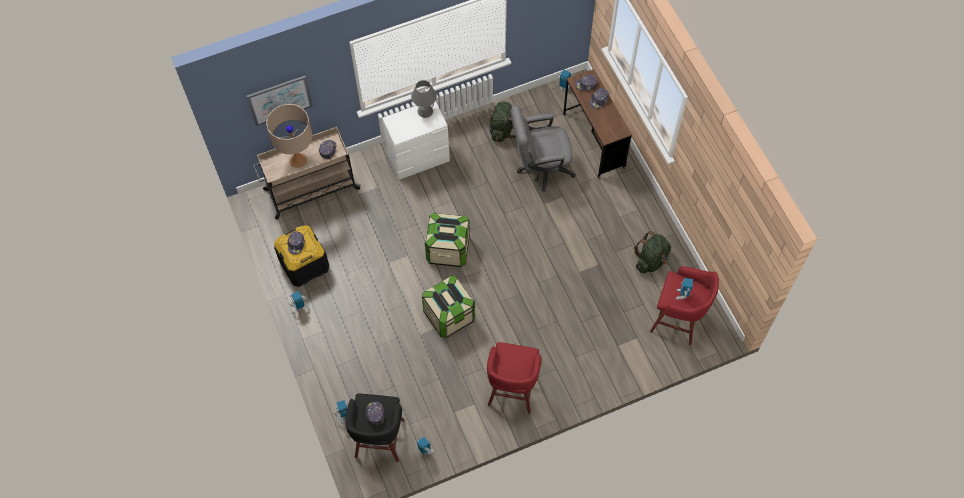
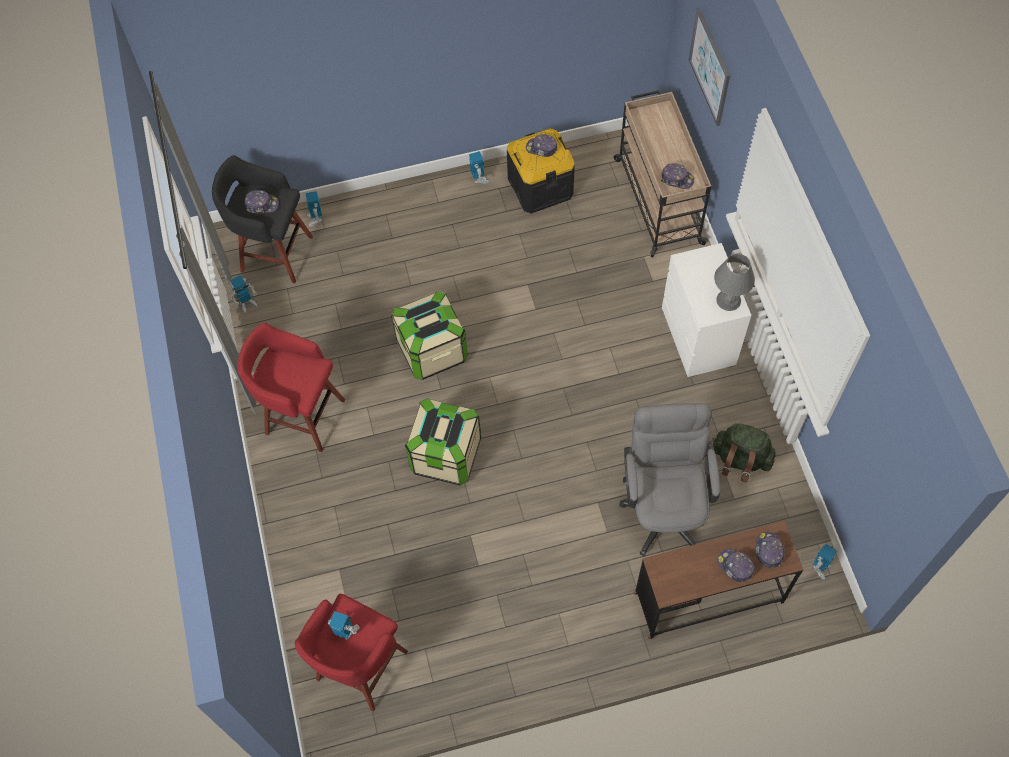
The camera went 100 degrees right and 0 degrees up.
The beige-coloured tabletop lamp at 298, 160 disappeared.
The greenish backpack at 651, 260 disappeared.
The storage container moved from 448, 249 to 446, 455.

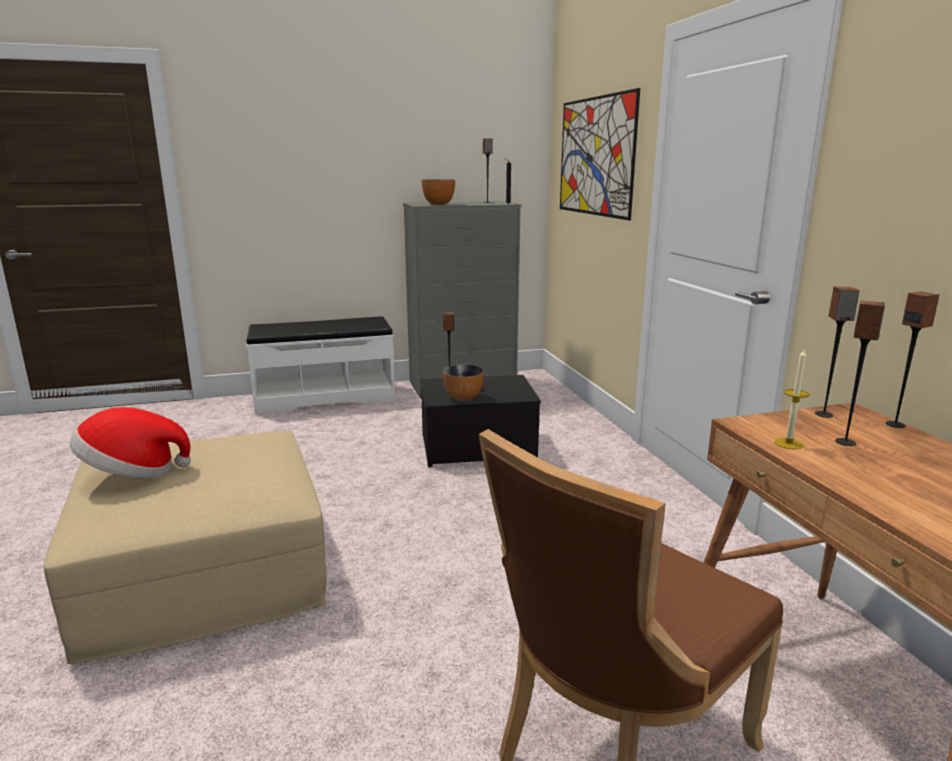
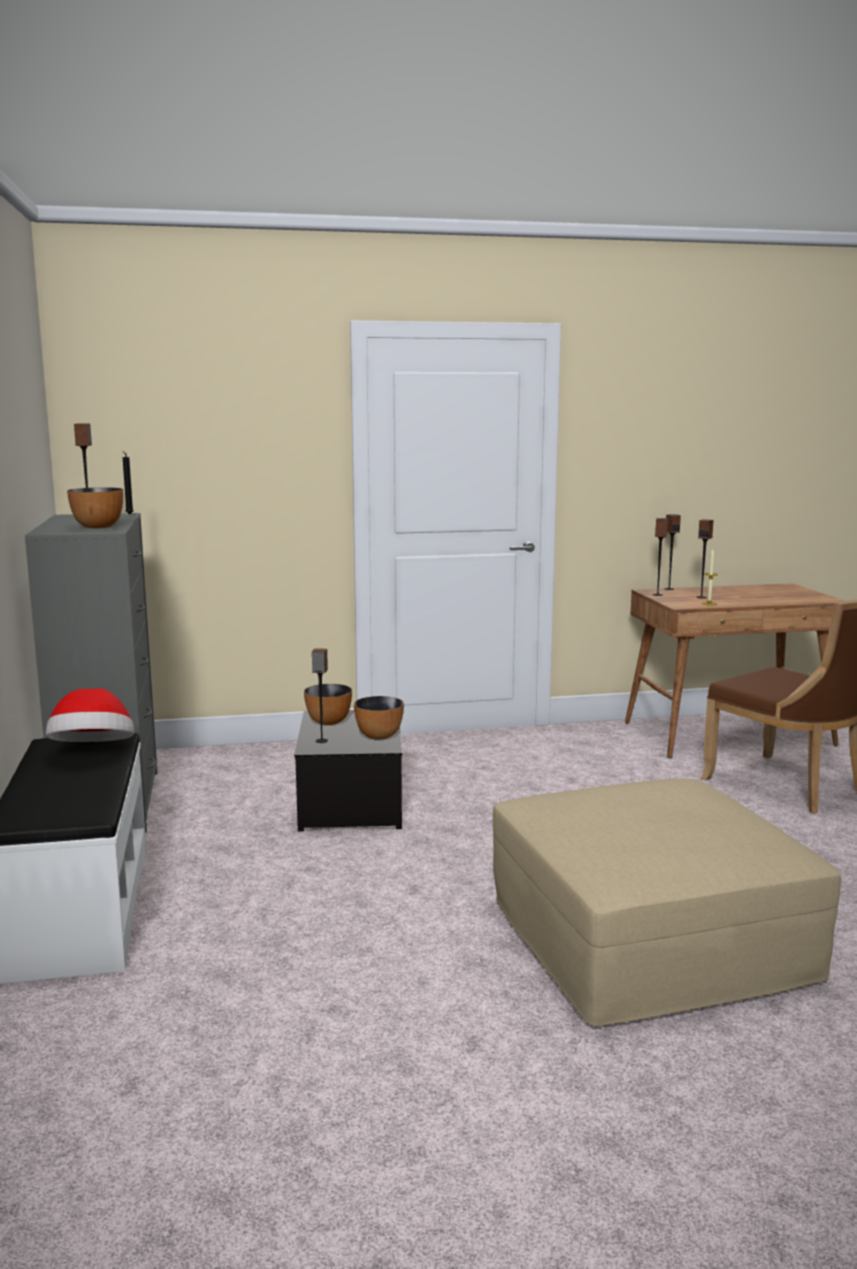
The camera went 85 degrees left and 5 degrees down.
The wall art at 595, 156 disappeared.
The serving bowl at 329, 722 appeared.
The wearable hat moved from 132, 473 to 93, 753.

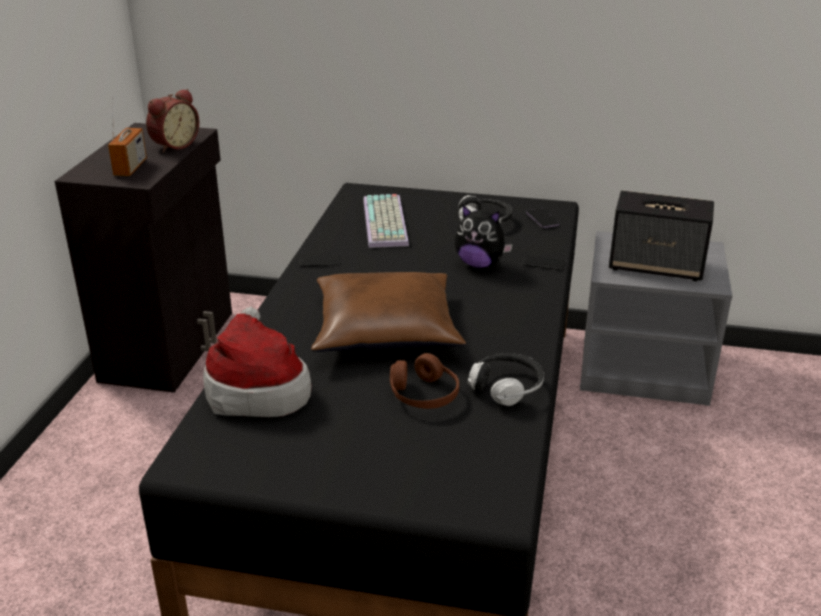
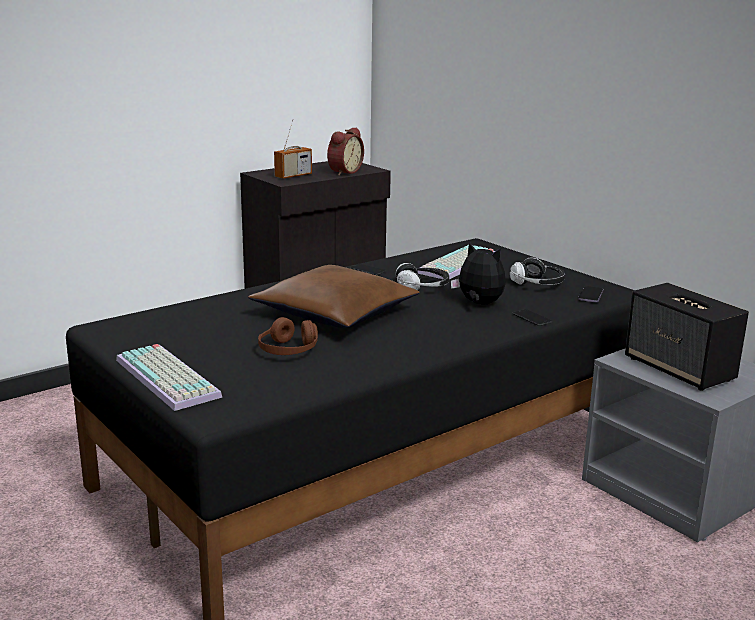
The camera went 40 degrees right and 10 degrees down.
The wearable hat at 256, 388 disappeared.
The keyboard at 170, 378 appeared.
The headphones moved from 507, 388 to 422, 287.
The alarm clock at 174, 145 turned 45 degrees counterclockwise.
The soft toy at 480, 264 turned 150 degrees clockwise.

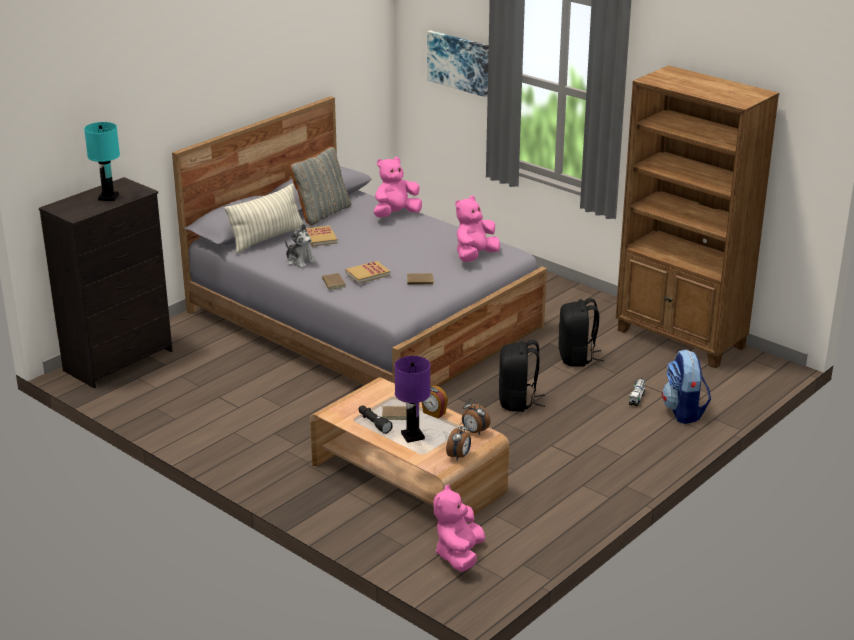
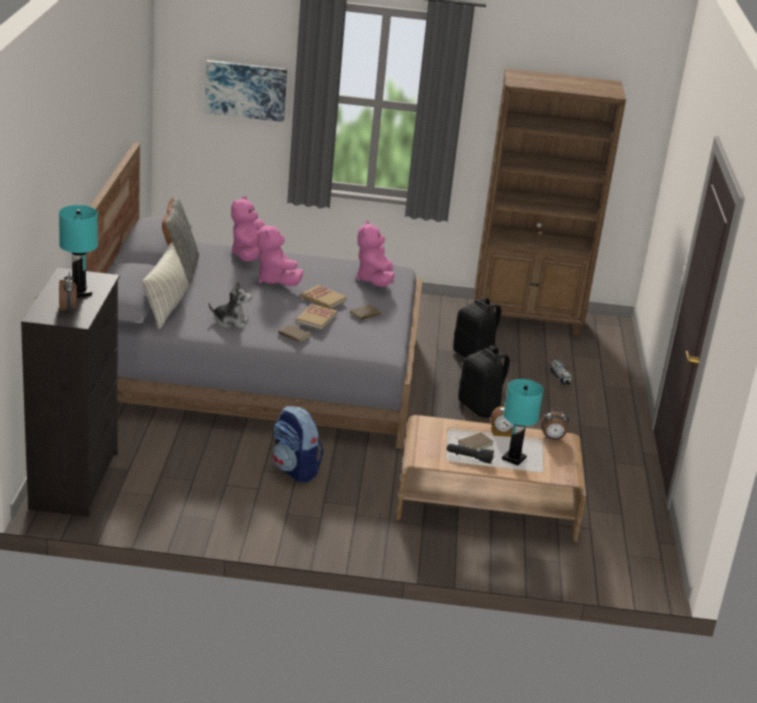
The camera went 40 degrees left and 0 degrees up.
The book moved from 320, 238 to 323, 299.
The pink soft toy moved from 459, 555 to 276, 281.
The alarm clock moved from 459, 456 to 68, 309.
The backpack moved from 684, 412 to 295, 470.
The purple-coloured tabletop lamp at 412, 436 became the turquoise tabletop lamp at 514, 458.

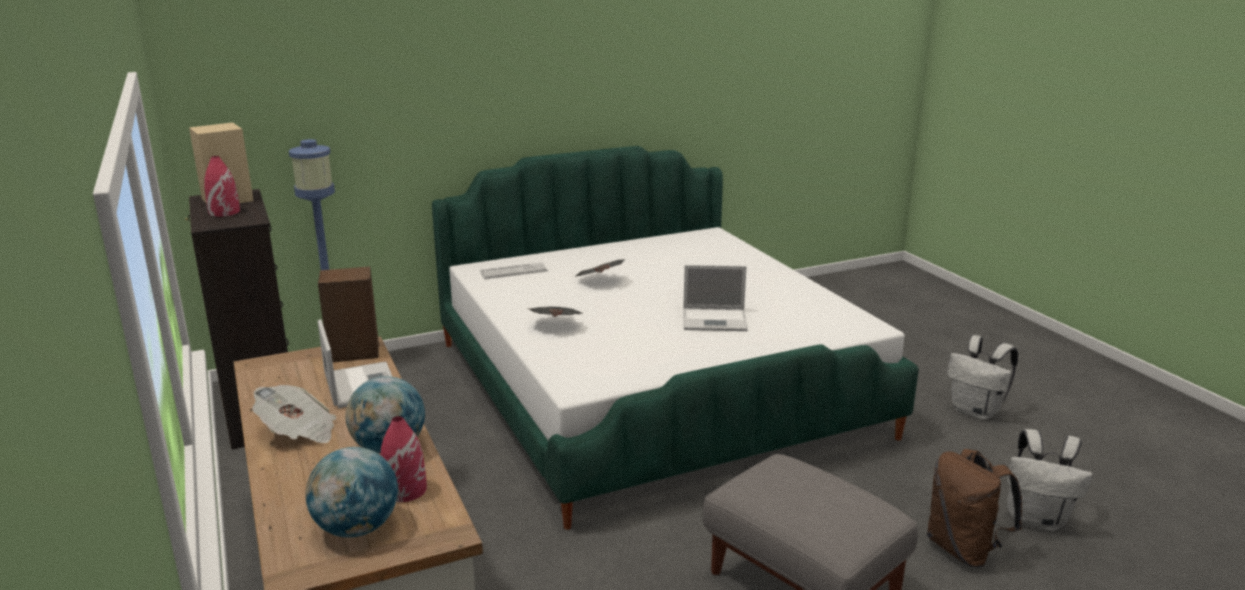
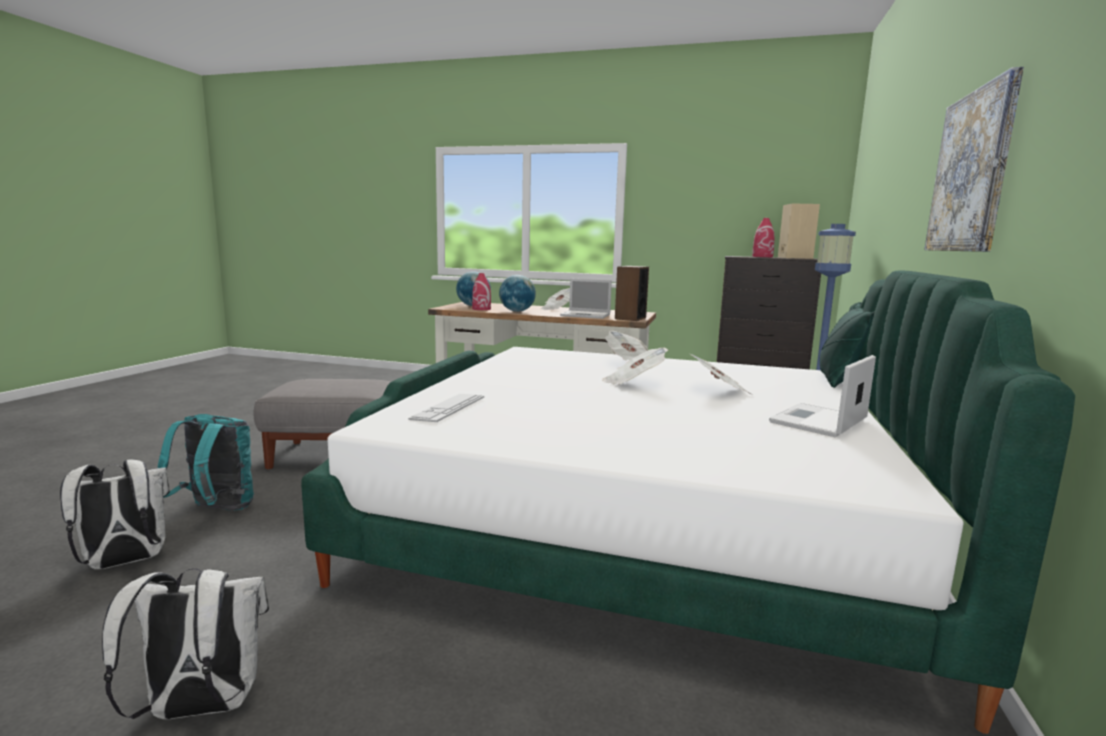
The camera went 130 degrees right and 10 degrees down.
The printed paper at 633, 383 appeared.
The greenish throw pillow at 838, 381 appeared.
The wall art at 971, 172 appeared.
The keyboard moved from 514, 271 to 448, 408.
The portable computer moved from 716, 320 to 818, 421.
The brown-coloured backpack at 964, 550 became the turquoise backpack at 215, 510.

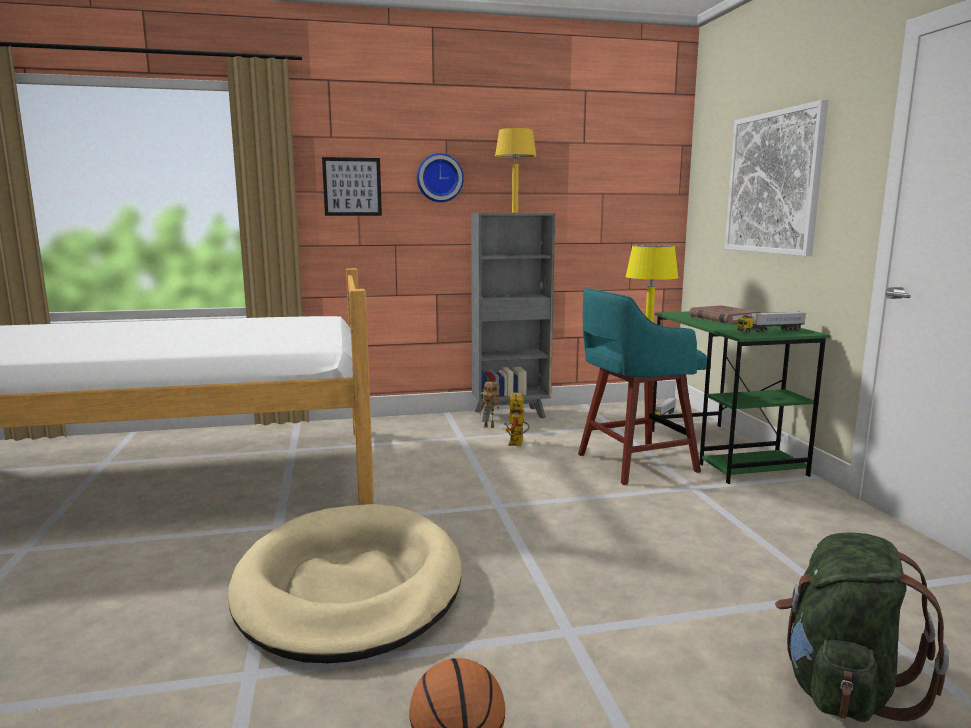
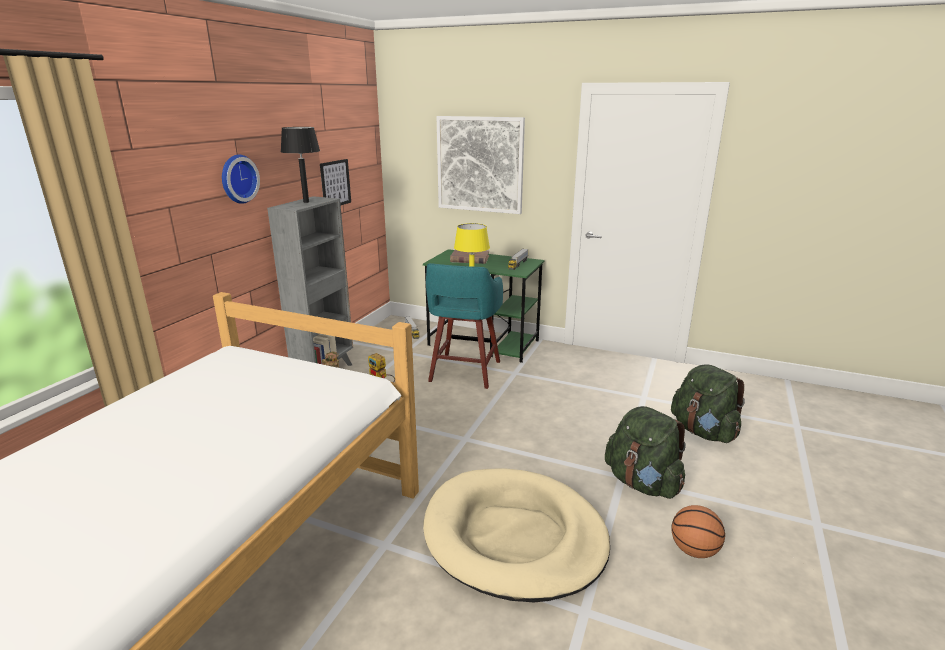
The camera went 55 degrees left and 10 degrees up.
The greenish backpack at 642, 483 appeared.
The wall art moved from 352, 187 to 335, 183.
The yellowish tabletop lamp at 514, 212 became the black-coloured tabletop lamp at 306, 202.

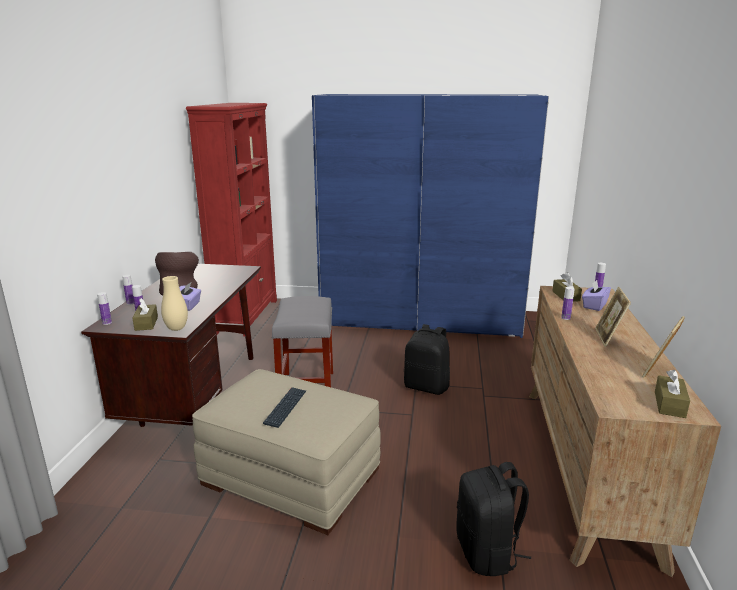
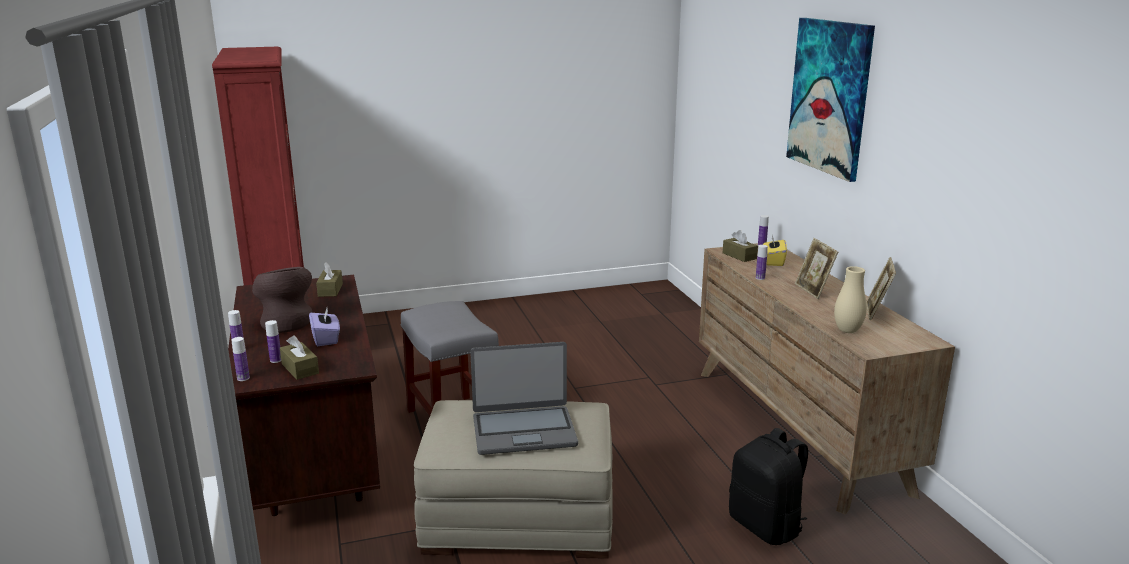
The camera went 25 degrees left and 0 degrees up.
The bluish clothes cupboard at 421, 319 disappeared.
The black-coloured backpack at 427, 387 disappeared.
The wall art at 829, 97 appeared.
The beige-coloured decorative vase moved from 176, 328 to 847, 331.
The brown-coloured box of tissues moved from 669, 404 to 330, 290.
The keyboard at 286, 407 was replaced by the portable computer at 524, 431.
The purple-coloured box of tissues at 594, 305 became the yellowish box of tissues at 773, 261.

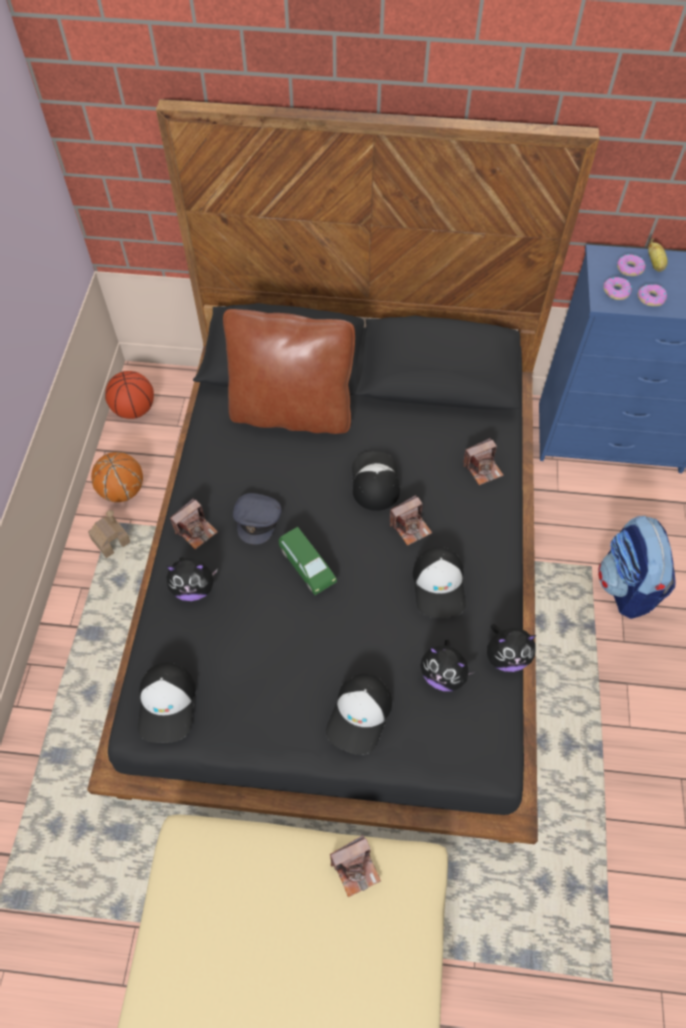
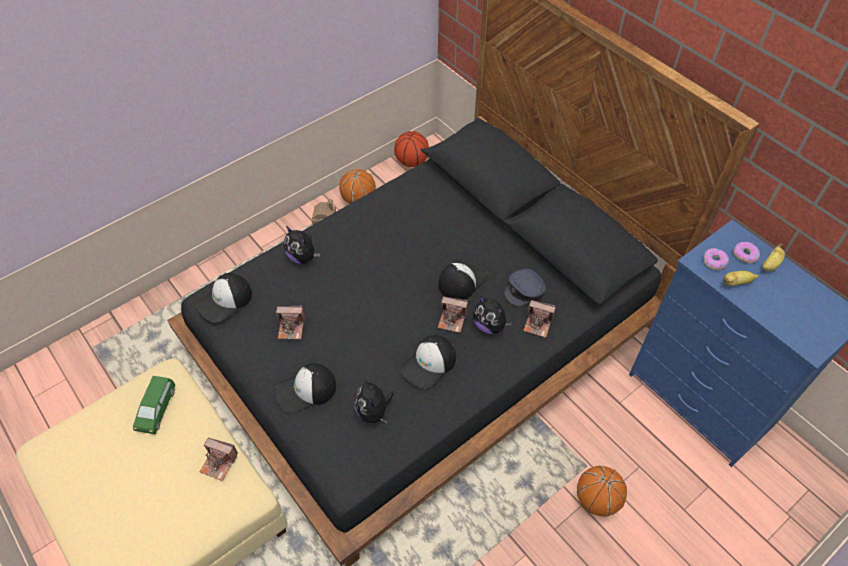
The camera went 45 degrees right and 5 degrees down.
The brown-coloured throw pillow at 292, 412 disappeared.
The photo camera moved from 196, 530 to 291, 328.
The grey peaked cap moved from 258, 520 to 525, 290.
The greenish model car moved from 307, 566 to 157, 409.
The soft toy moved from 506, 656 to 489, 325.
The backpack at 626, 587 was replaced by the basketball at 597, 499.
The ring doughnut at 650, 298 was replaced by the banana at 736, 283.

